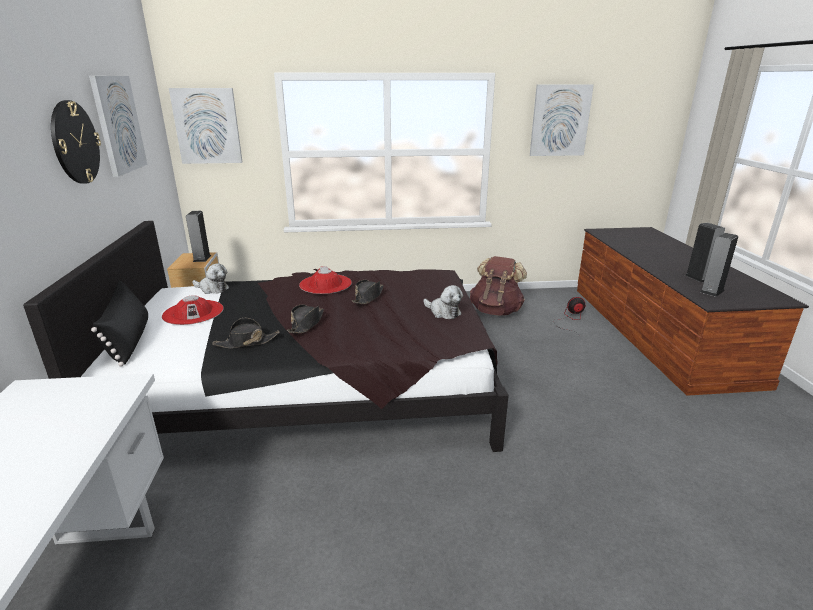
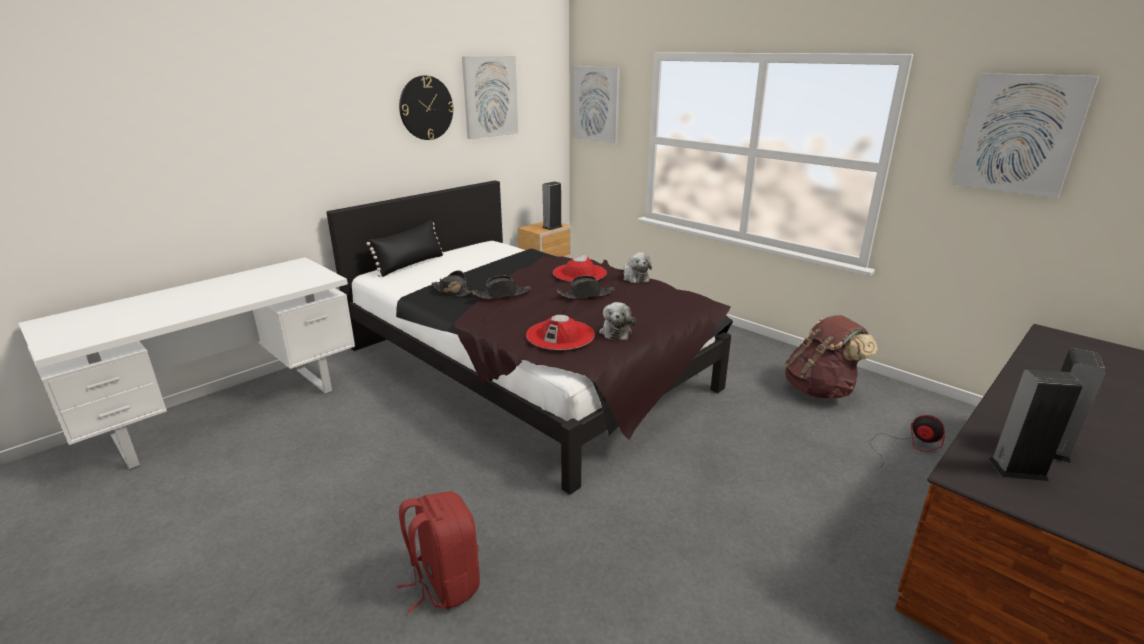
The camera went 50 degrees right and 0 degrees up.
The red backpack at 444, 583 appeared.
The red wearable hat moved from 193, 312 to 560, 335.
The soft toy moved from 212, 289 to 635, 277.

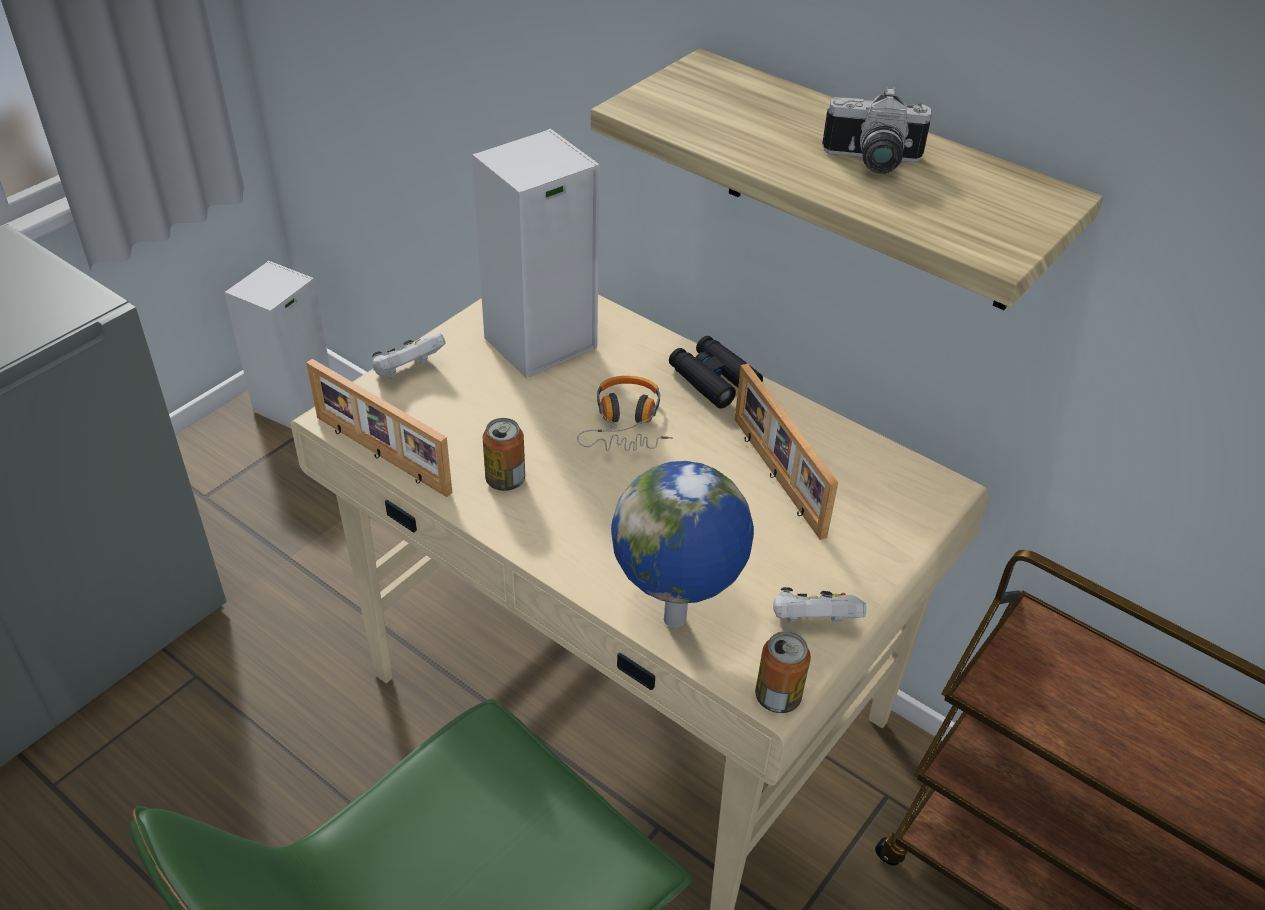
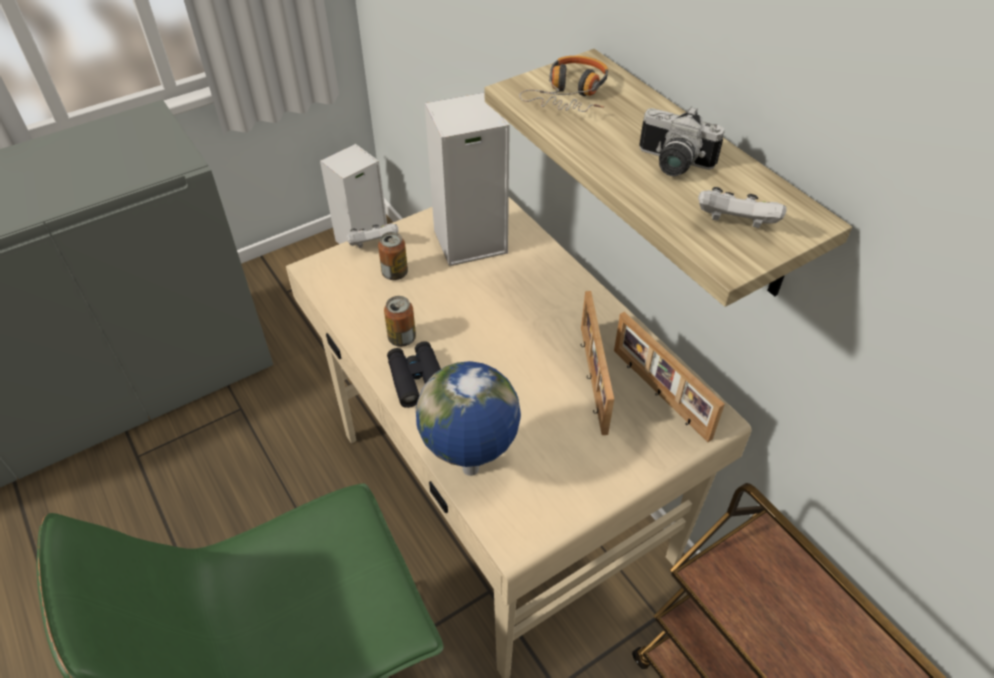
The camera went 20 degrees right and 5 degrees up.
The standing frame moved from 380, 456 to 659, 394.
The headphones moved from 626, 424 to 570, 95.
The black-coloured binoculars moved from 713, 379 to 417, 379.
The can moved from 778, 697 to 395, 273.
The white-coloured gamepad moved from 812, 623 to 735, 225.

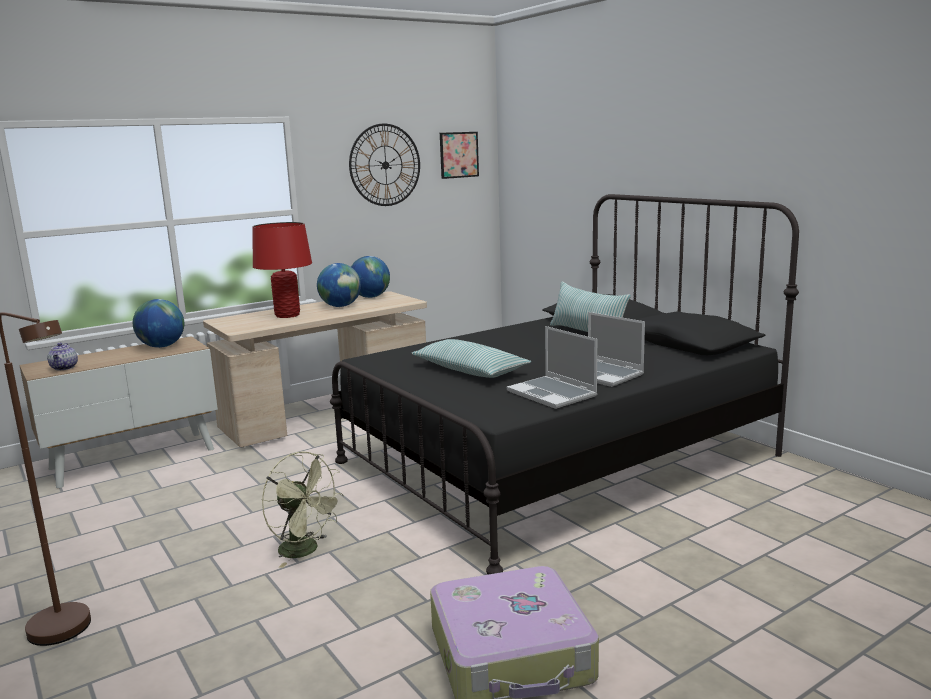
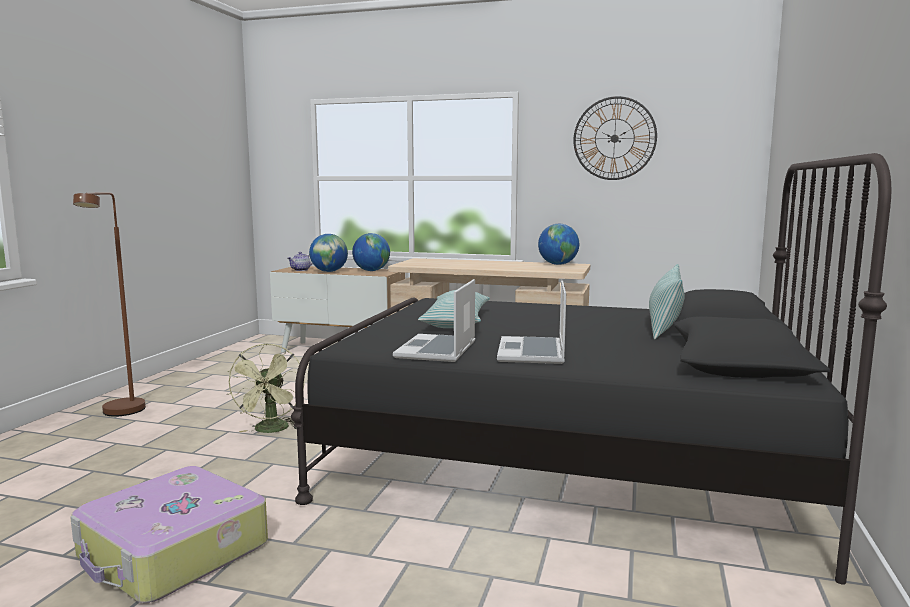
The camera went 50 degrees right and 5 degrees down.
The red tabletop lamp at 287, 315 disappeared.
The wall art at 459, 155 disappeared.
The world globe moved from 340, 306 to 329, 271.

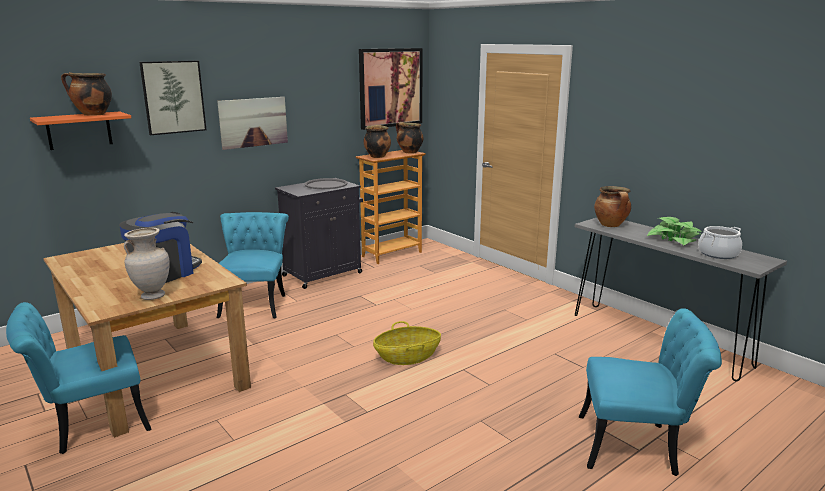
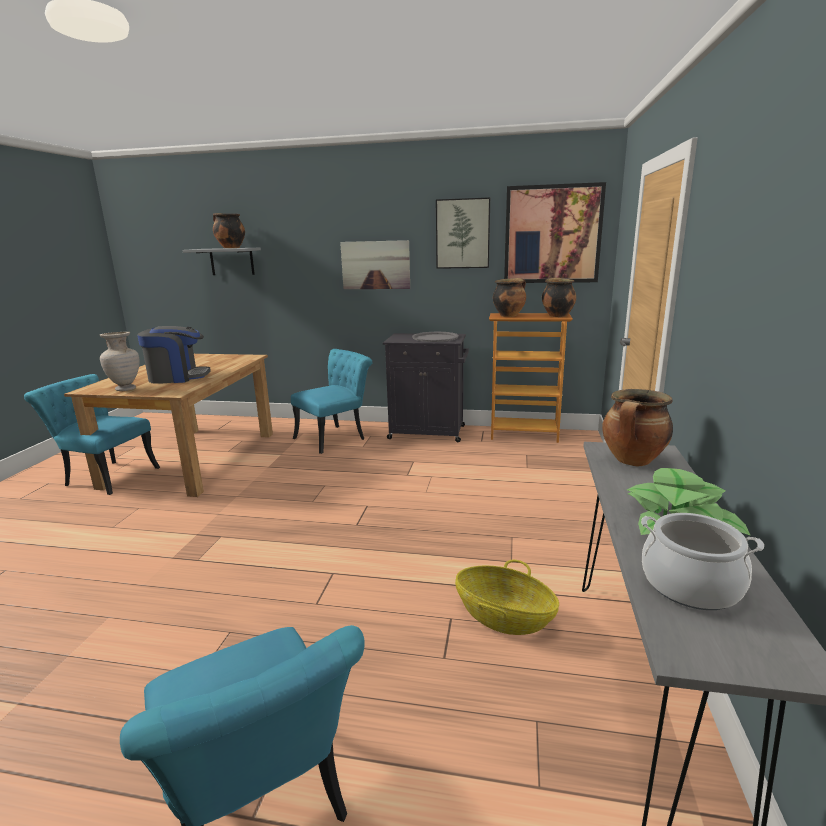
The camera went 50 degrees right and 0 degrees up.
The wall art moved from 173, 97 to 462, 234.
The household basket moved from 407, 357 to 504, 617.
The orangey wall shelf at 79, 130 became the grey wall shelf at 232, 261.

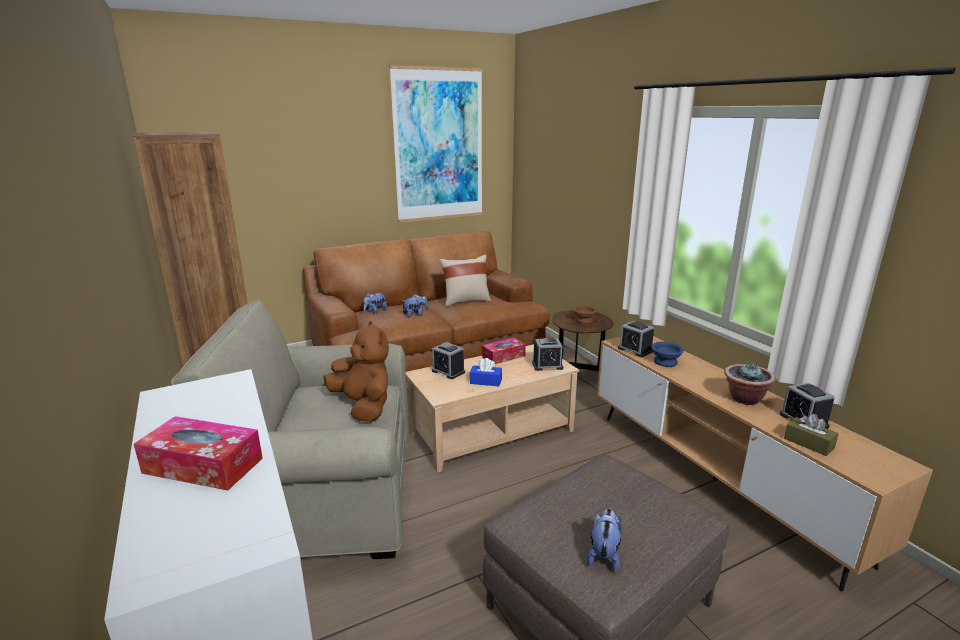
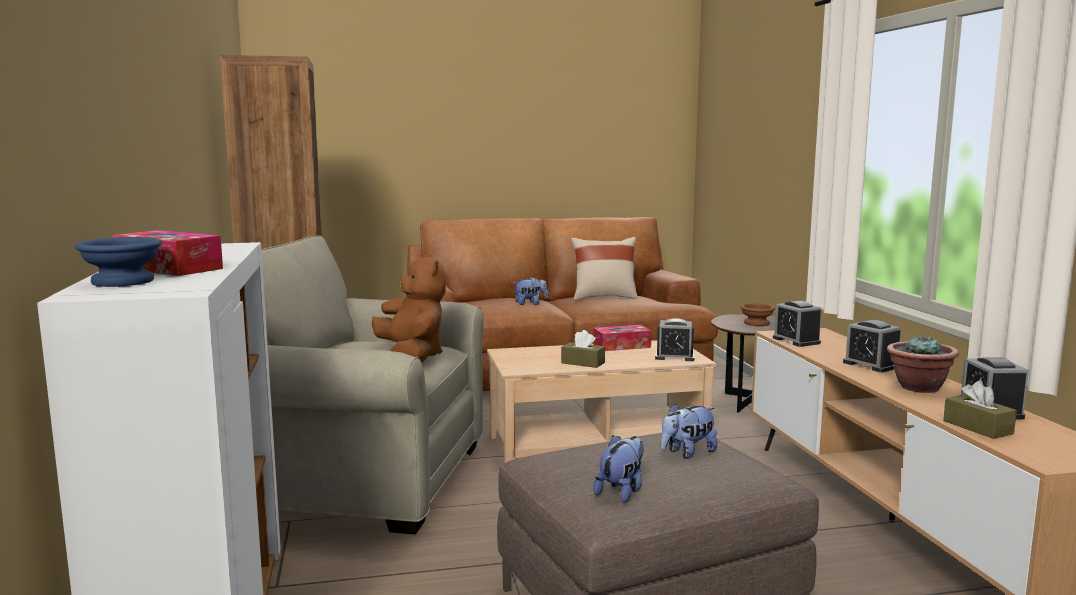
The camera went 15 degrees right and 10 degrees down.
The wall art at 438, 145 disappeared.
The soft toy moved from 375, 311 to 687, 452.
The alarm clock moved from 448, 371 to 870, 365.
The bluish serving bowl moved from 664, 361 to 124, 281.
The bluish box of tissues at 486, 381 became the brown-coloured box of tissues at 583, 363.

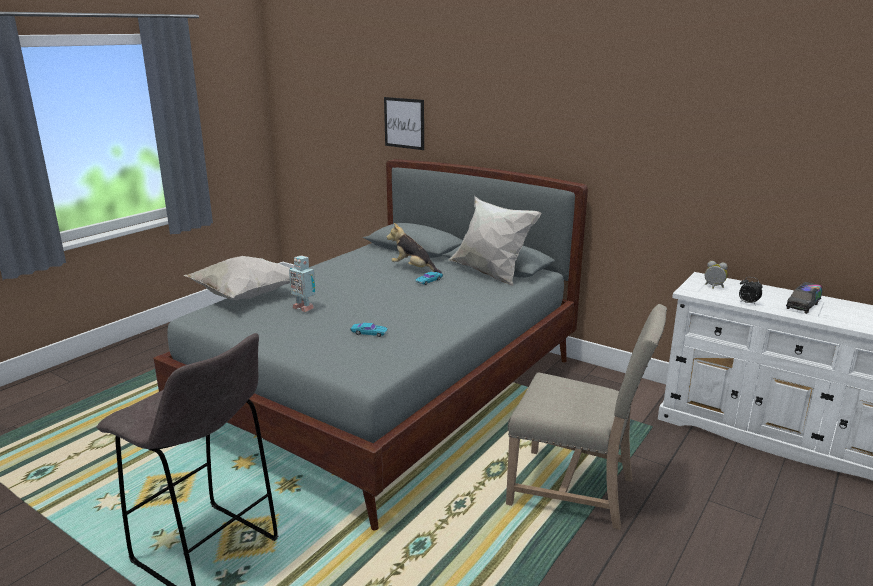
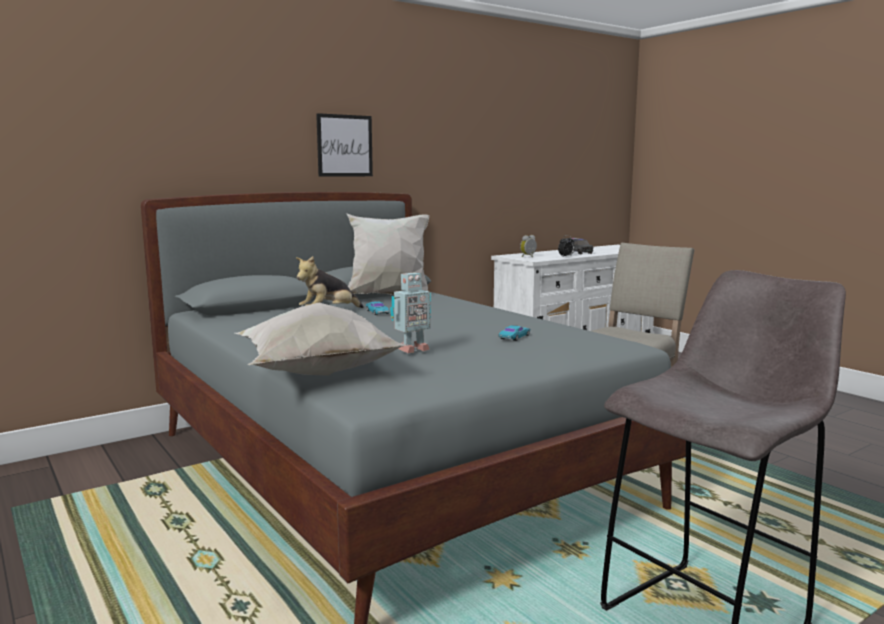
The camera went 70 degrees left and 10 degrees down.
The wall art moved from 404, 123 to 344, 145.

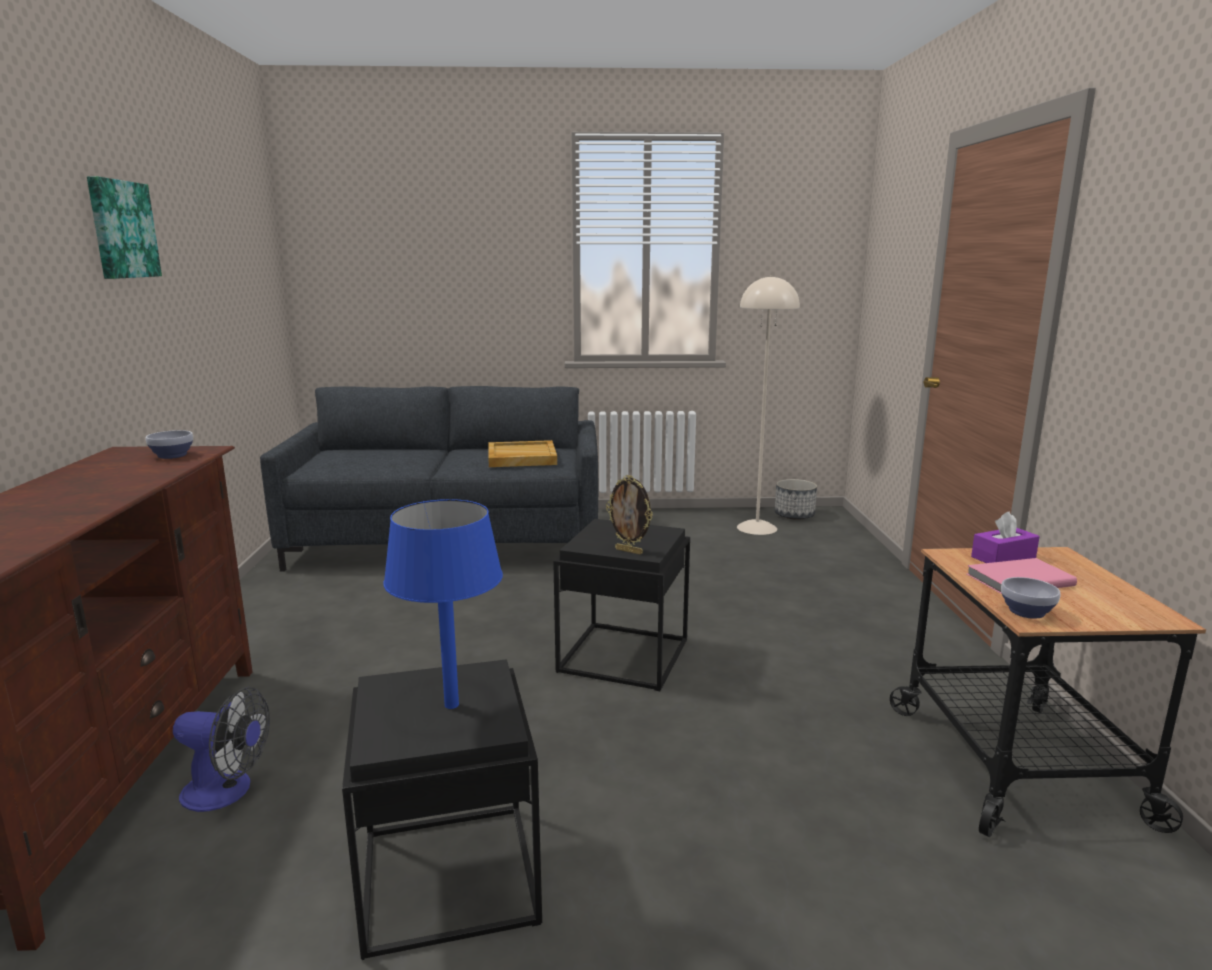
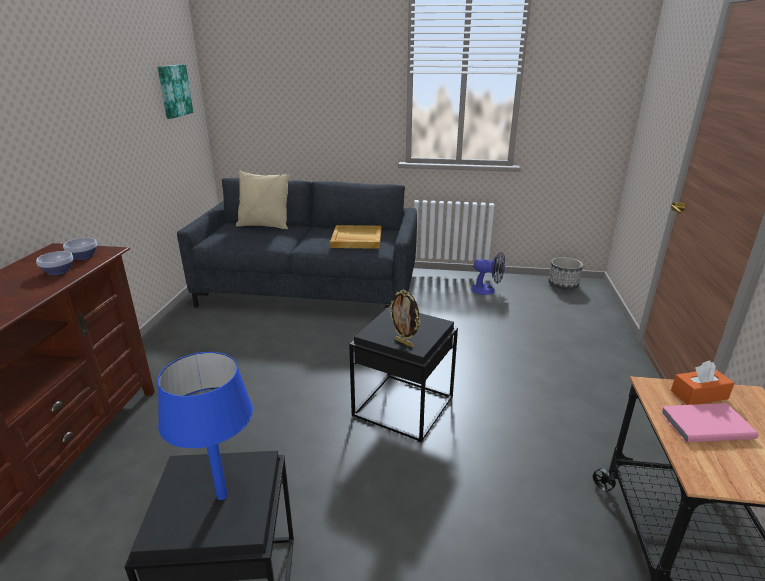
The camera went 10 degrees right and 10 degrees up.
The beige-coloured floor lamp at 757, 528 disappeared.
The beige-coloured throw pillow at 264, 226 appeared.
The wall art moved from 121, 229 to 174, 91.
The fan moved from 227, 791 to 487, 290.
The serving bowl moved from 1025, 612 to 58, 271.
The purple-coloured box of tissues at 1003, 558 became the orangey box of tissues at 699, 395.

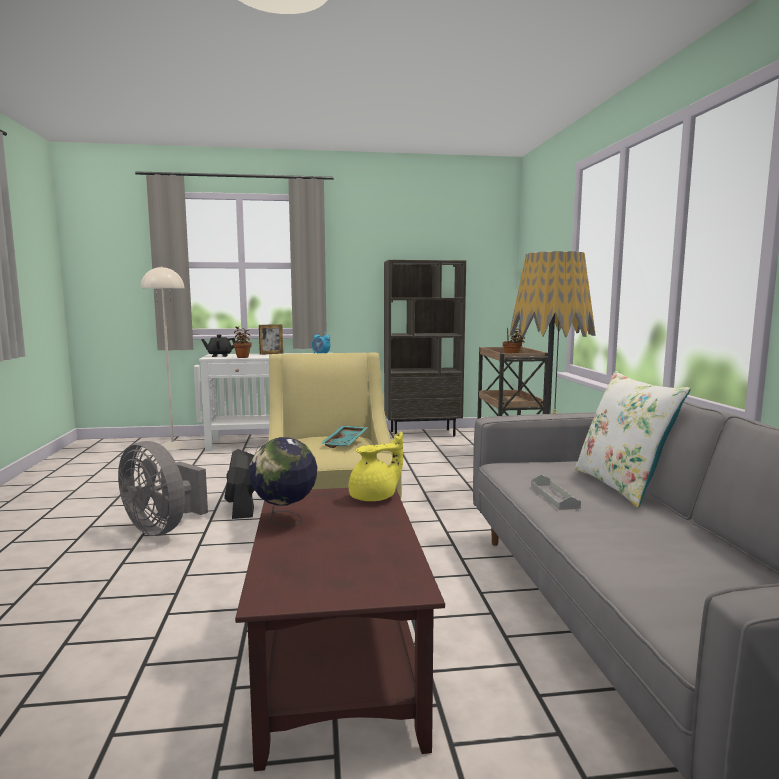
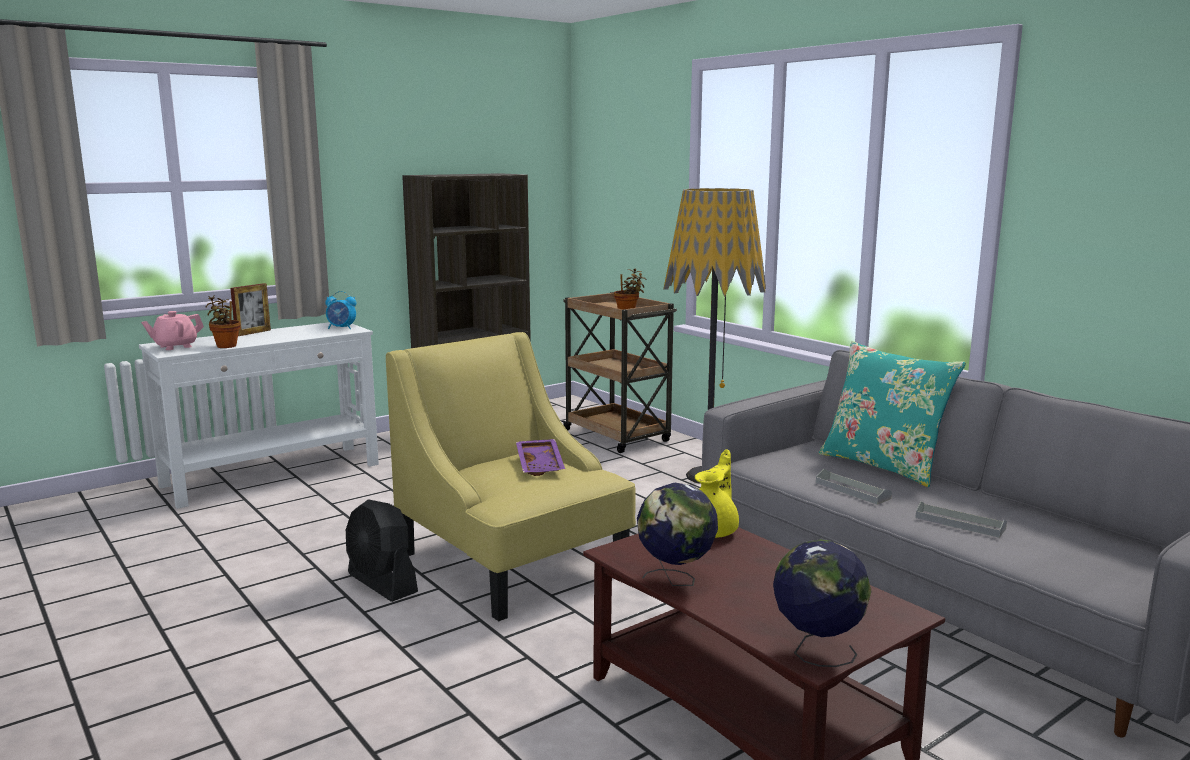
The camera went 30 degrees left and 5 degrees up.
The grey fan at 163, 528 disappeared.
The beige-coloured floor lamp at 173, 446 disappeared.
The world globe at 816, 653 appeared.
The grey carrying tray at 960, 523 appeared.
The black-coloured teapot at 219, 356 became the pink teapot at 175, 346.
The turquoise carrying tray at 346, 443 became the purple-coloured carrying tray at 541, 465.
The white-coloured throw pillow at 622, 486 became the turquoise throw pillow at 883, 465.

